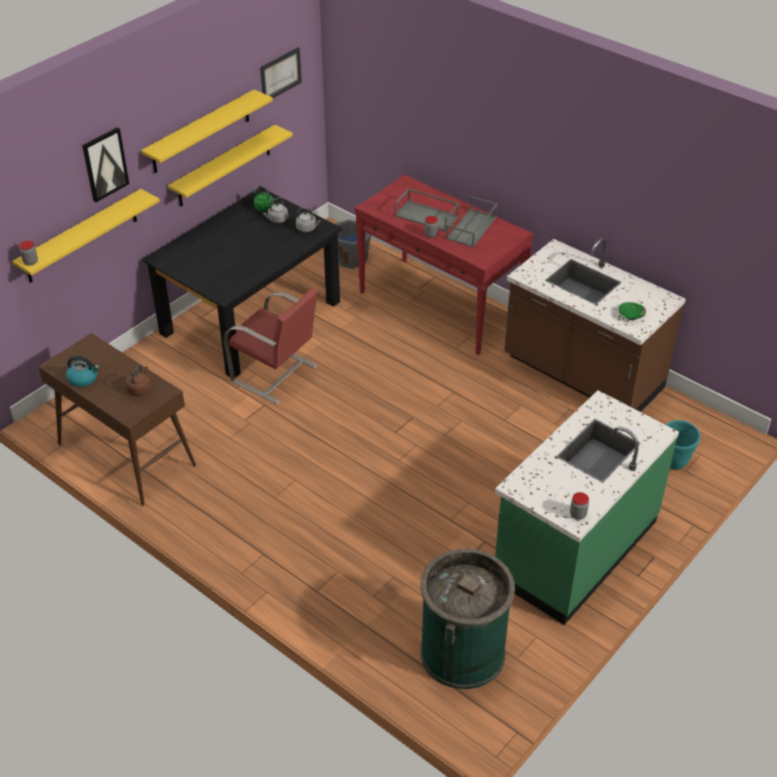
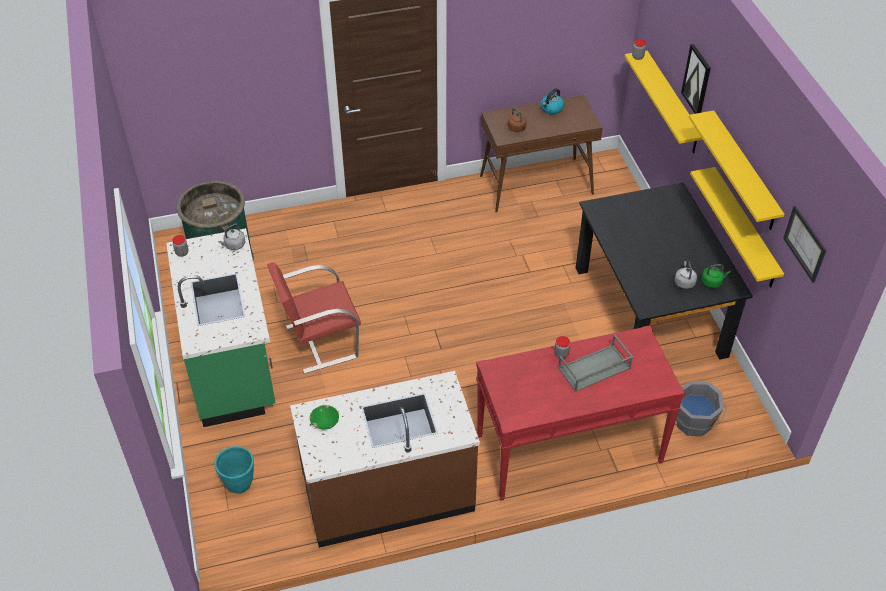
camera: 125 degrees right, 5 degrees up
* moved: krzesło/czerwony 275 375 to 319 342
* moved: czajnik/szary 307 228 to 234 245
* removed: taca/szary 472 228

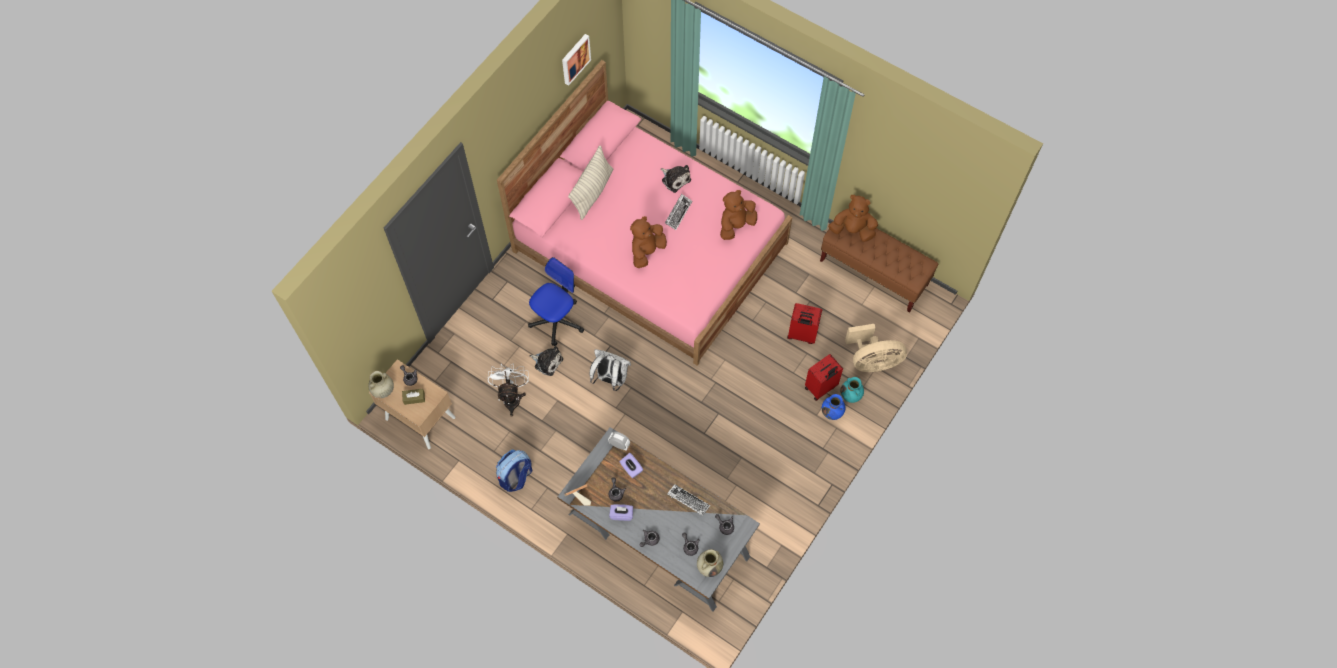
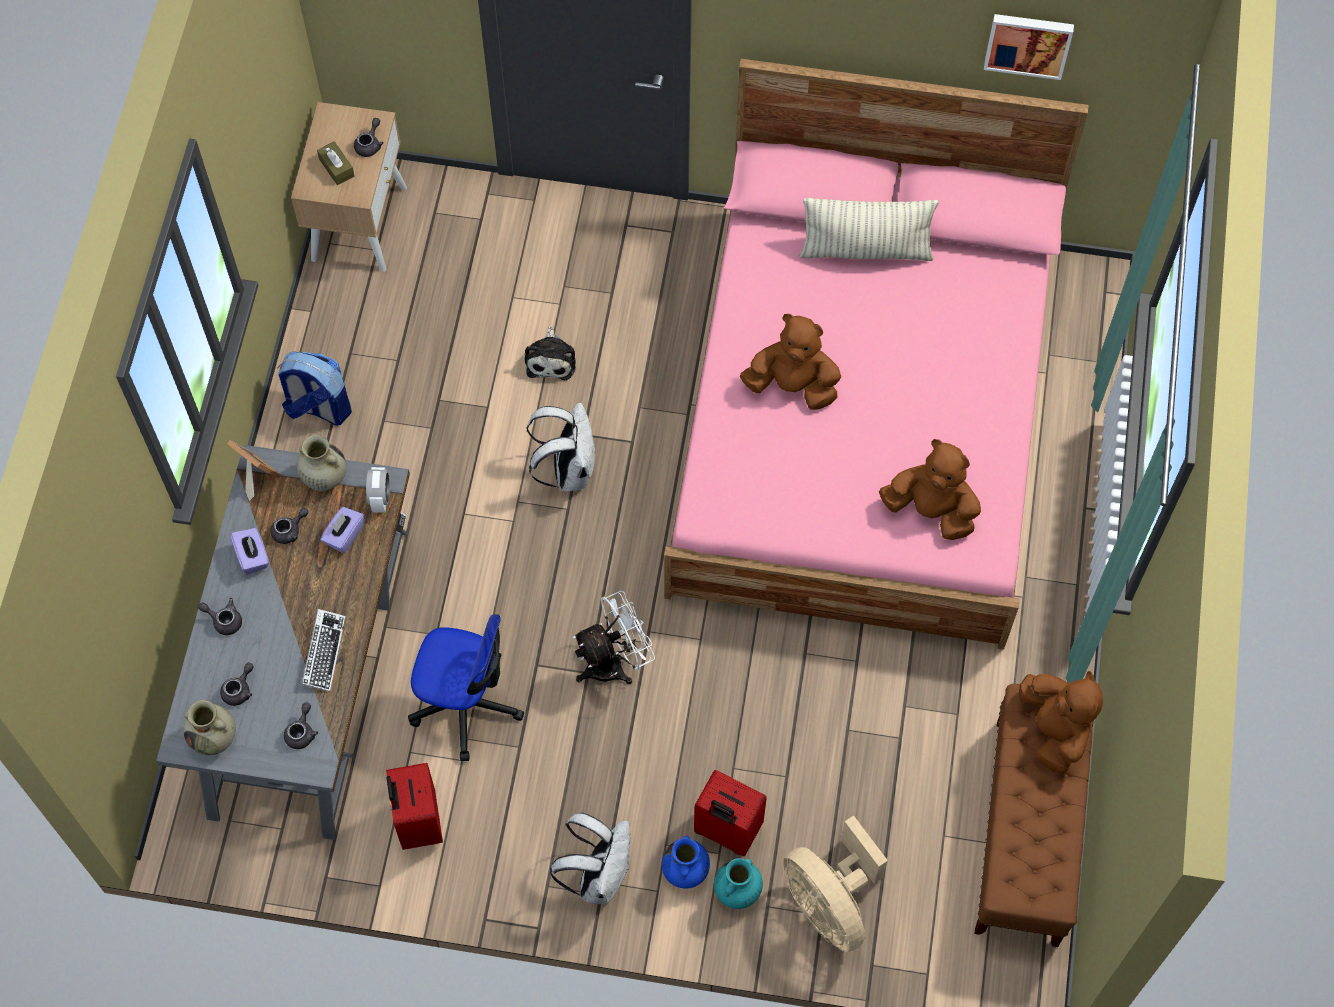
camera: 65 degrees right, 0 degrees up
* moved: wazon/beżowy 383 391 to 324 477
* moved: wentylator/biały 511 397 to 614 662
* moved: krzesło biurowe 556 320 to 466 703
* removed: pluszak 675 179
* removed: klawiatura 678 213
* moved: walizka/czerwony 801 335 to 417 822
* added: plecak/biały 599 875

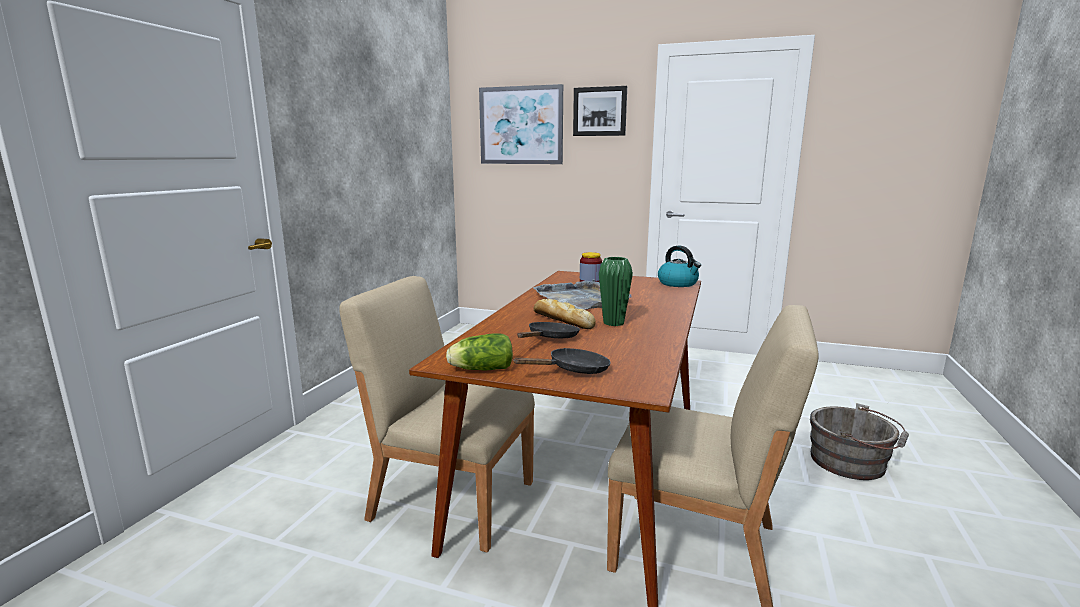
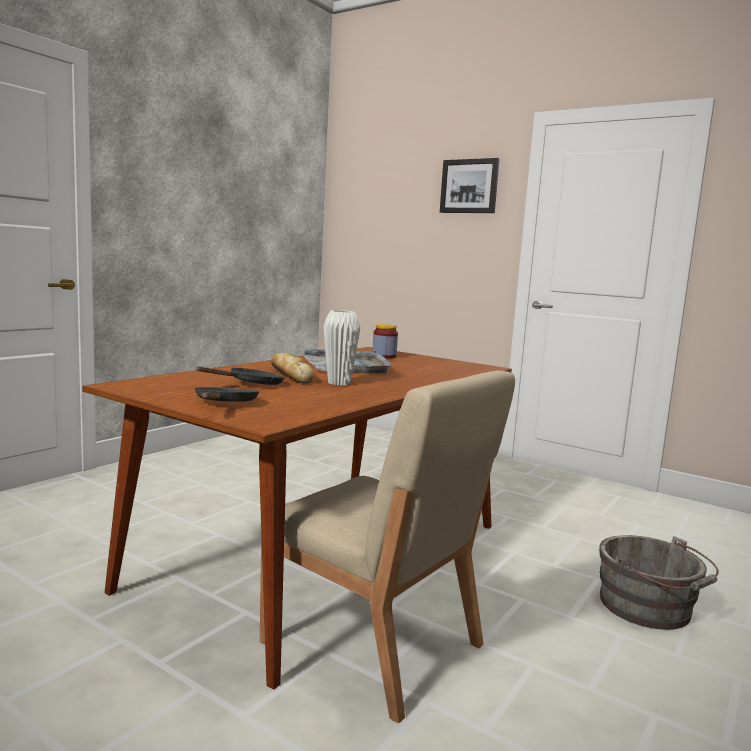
camera: 15 degrees right, 5 degrees down
* removed: krzesło/beżowy 451 499
* removed: sałata 480 369
* removed: obraz 521 125
* turned: patelnia/czarny 573 370 = 224 404 75 degrees counterclockwise
* recoloured: wazon/zielony 613 323 to wazon/biały 339 383
* removed: czajnik 678 283

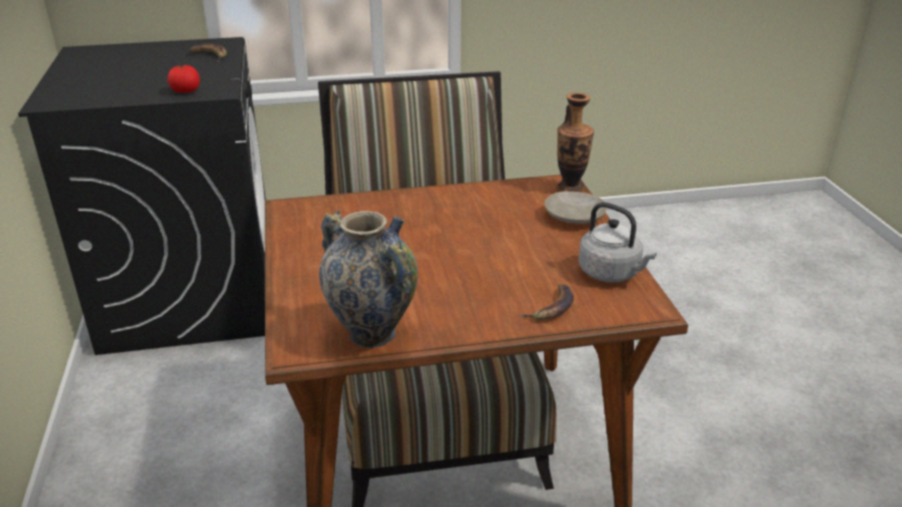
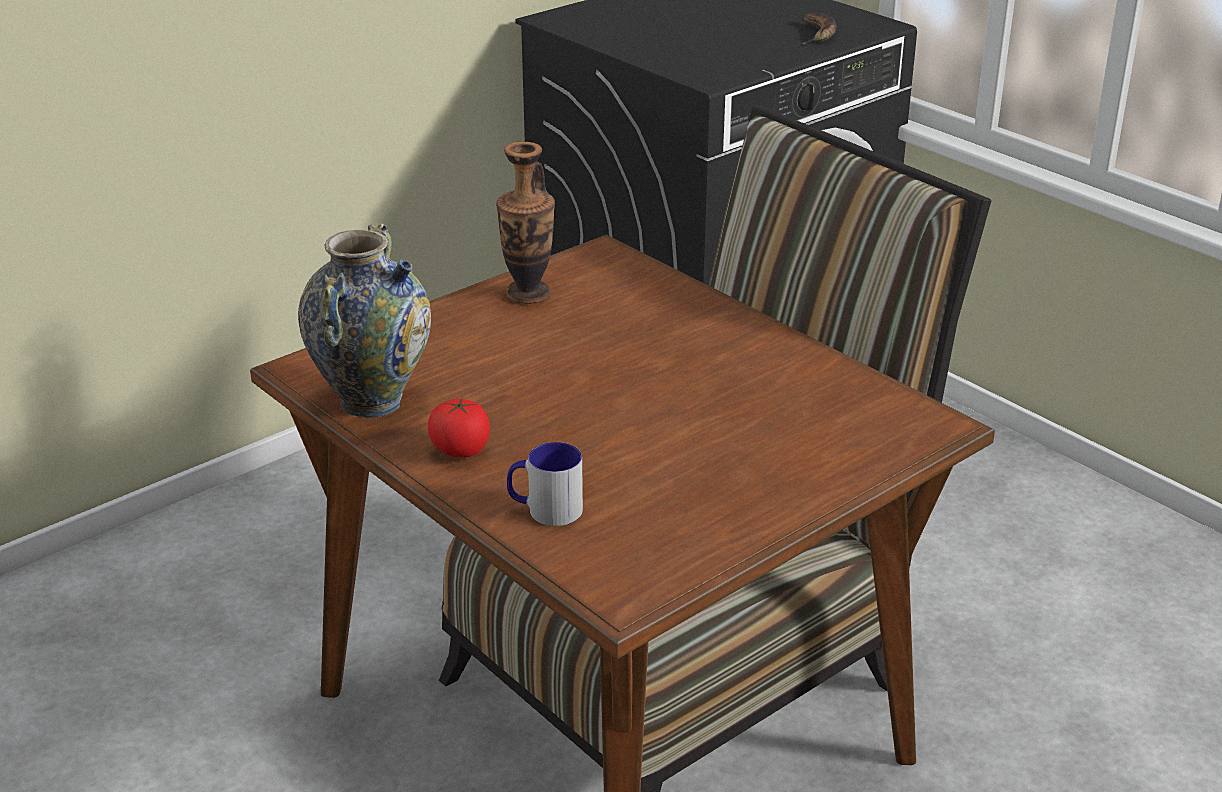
camera: 60 degrees right, 0 degrees up
* moved: pomidor 185 91 to 460 450
* replaced: banan 552 307 to kubek 545 510
* removed: talerz/beżowy 575 216
* moved: wazon 570 188 to 528 294
* removed: czajnik/szary 611 273

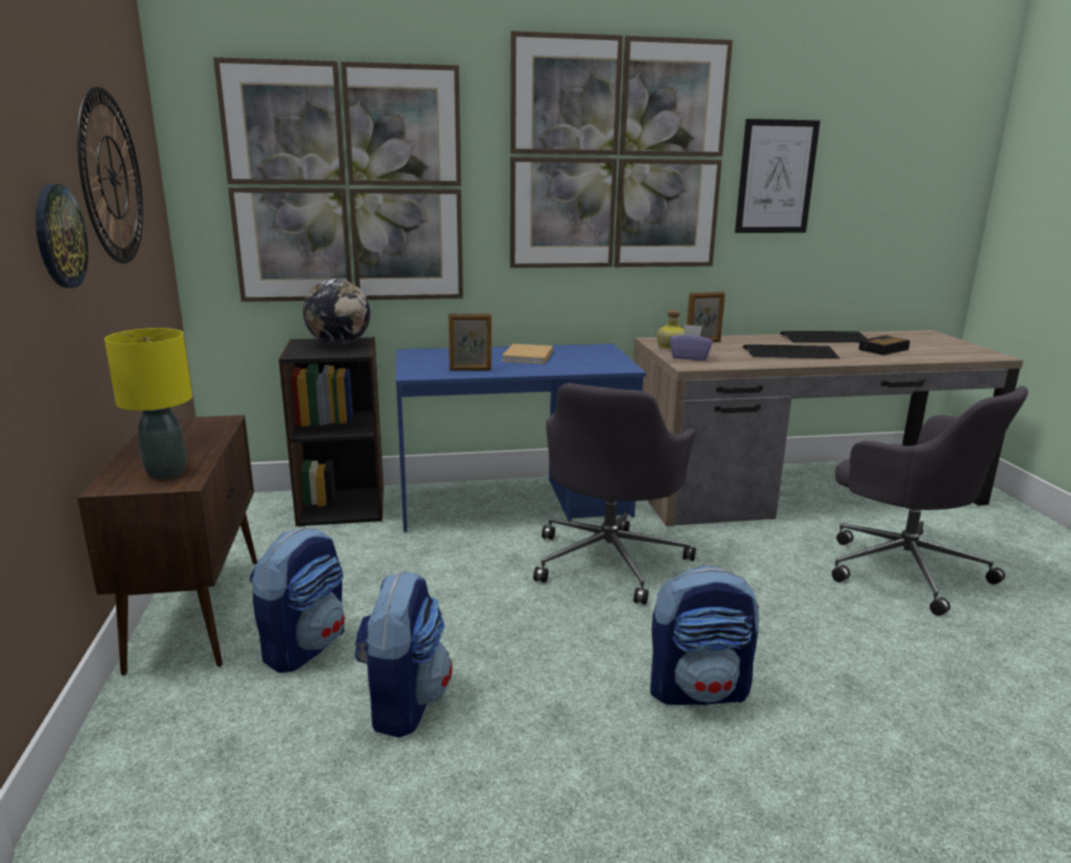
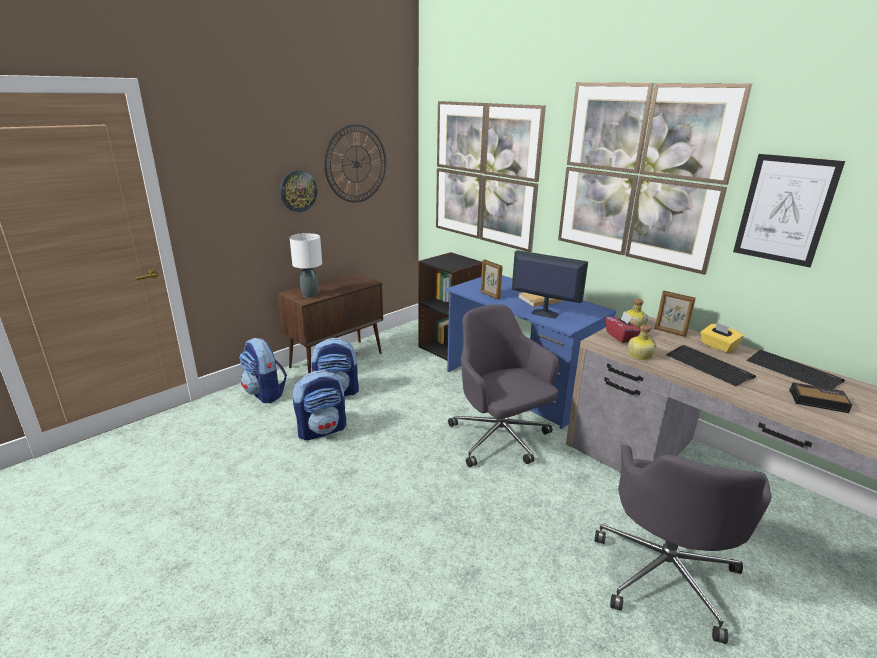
camera: 55 degrees right, 5 degrees up
* recoloured: lampa stołowa/żółty 165 473 to lampa stołowa/biały 310 295
* removed: globus 339 344
* turned: krzesło biurowe/szary 610 560 = 500 439 75 degrees clockwise
* moved: plecak 699 690 to 265 393
* recoloured: pudełko chusteczek/fioletowy 690 357 to pudełko chusteczek/czerwony 621 337
* added: monitor 544 313
* added: butelka 639 354
* added: pudełko chusteczek/żółty 717 347

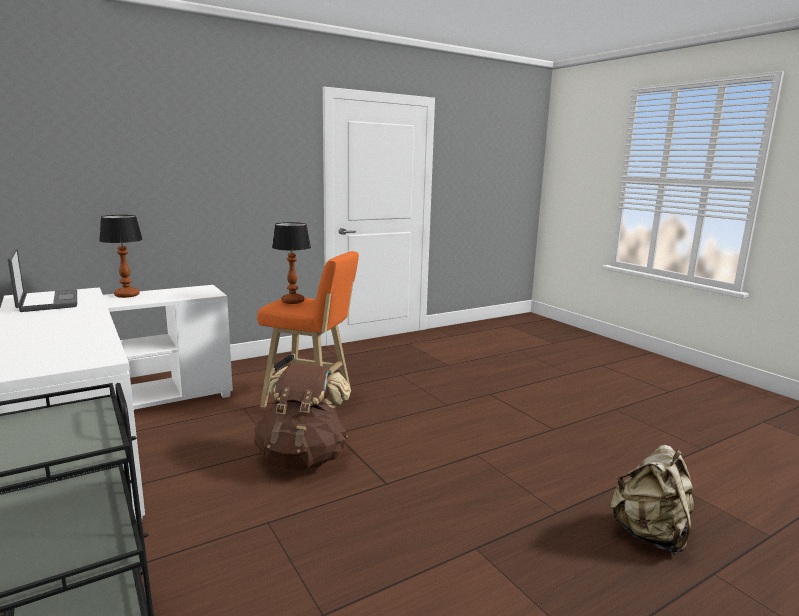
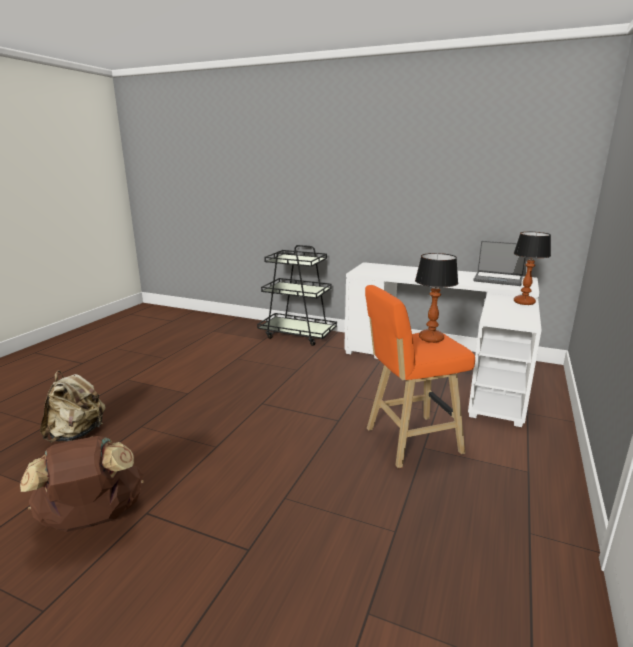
camera: 145 degrees right, 5 degrees up
* moved: plecak/brązowy 303 458 to 93 519

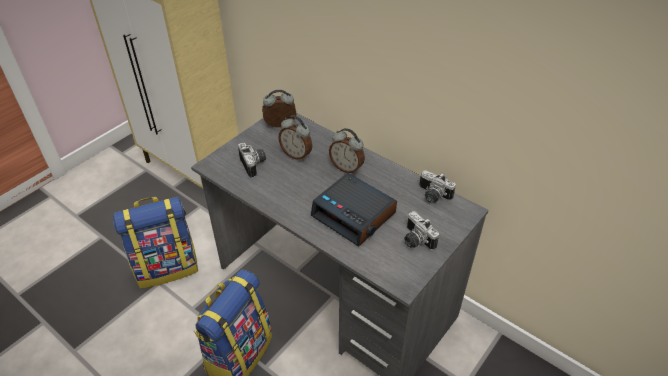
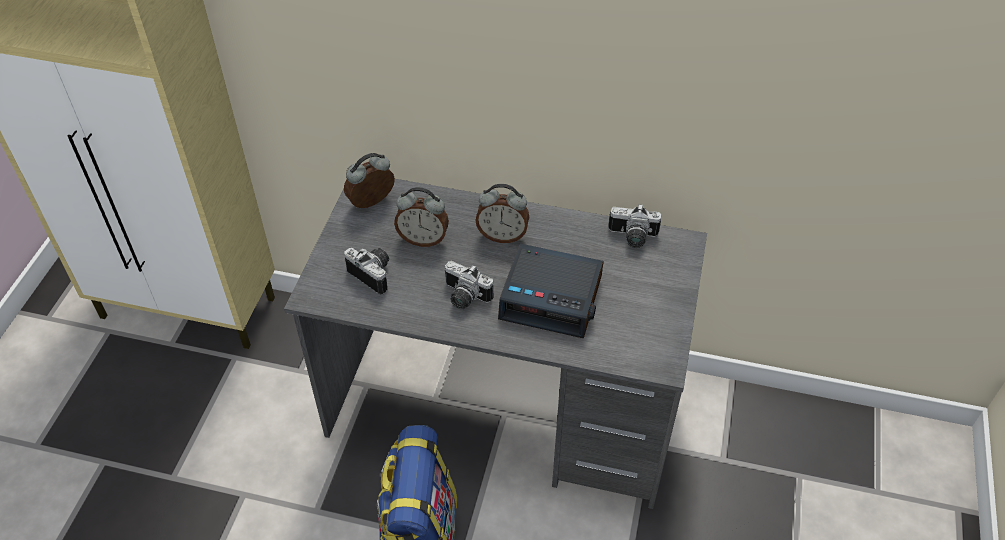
camera: 25 degrees left, 5 degrees up
* removed: plecak 167 267
* moved: aparat fotograficzny 415 240 to 464 297

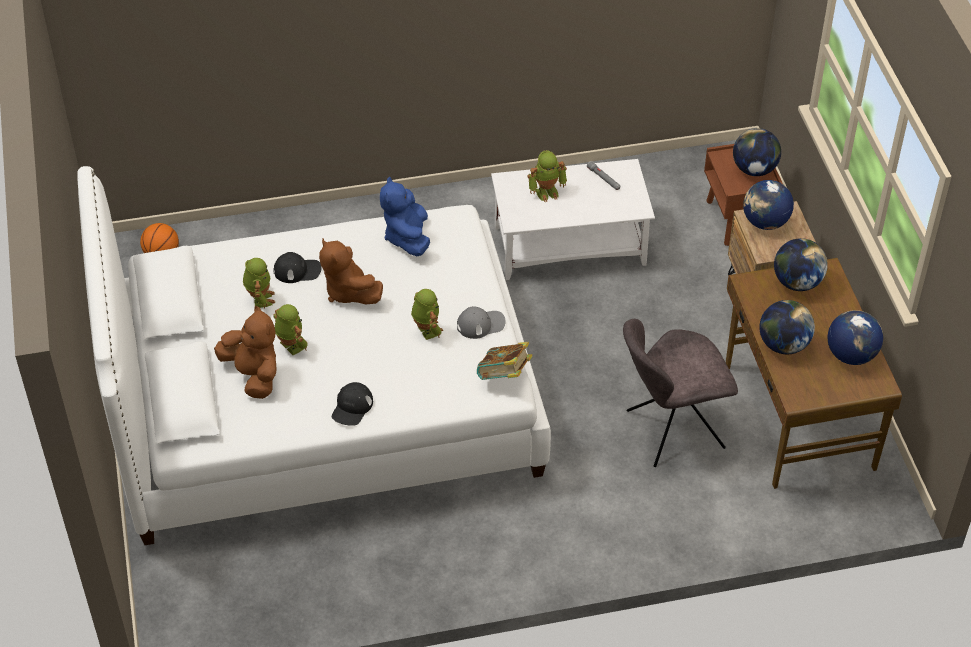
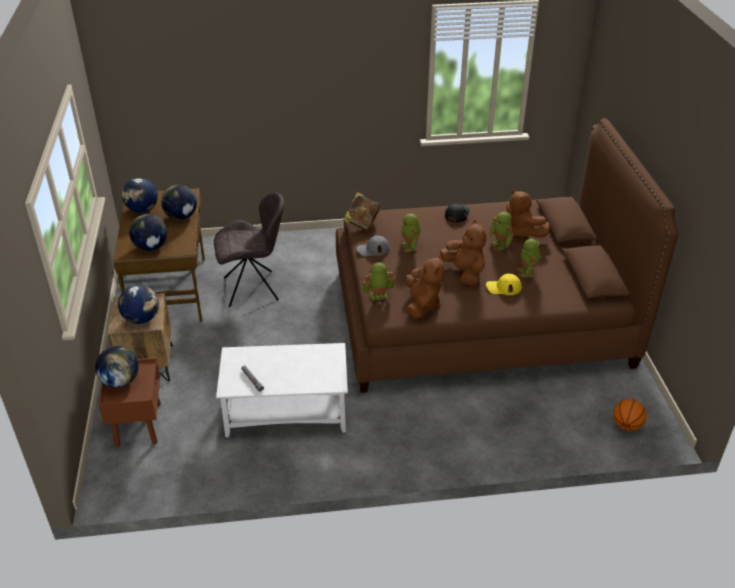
camera: 175 degrees left, 10 degrees down
* recoloured: łóżko/biały 322 402 to łóżko/brązowy 479 315
* recoloured: czapka z daszkiem/czarny 297 270 to czapka z daszkiem/żółty 503 287
* recoloured: pluszak/niebieski 407 237 to pluszak/brązowy 422 305
* moved: robot zabawkowy 546 191 to 378 297

